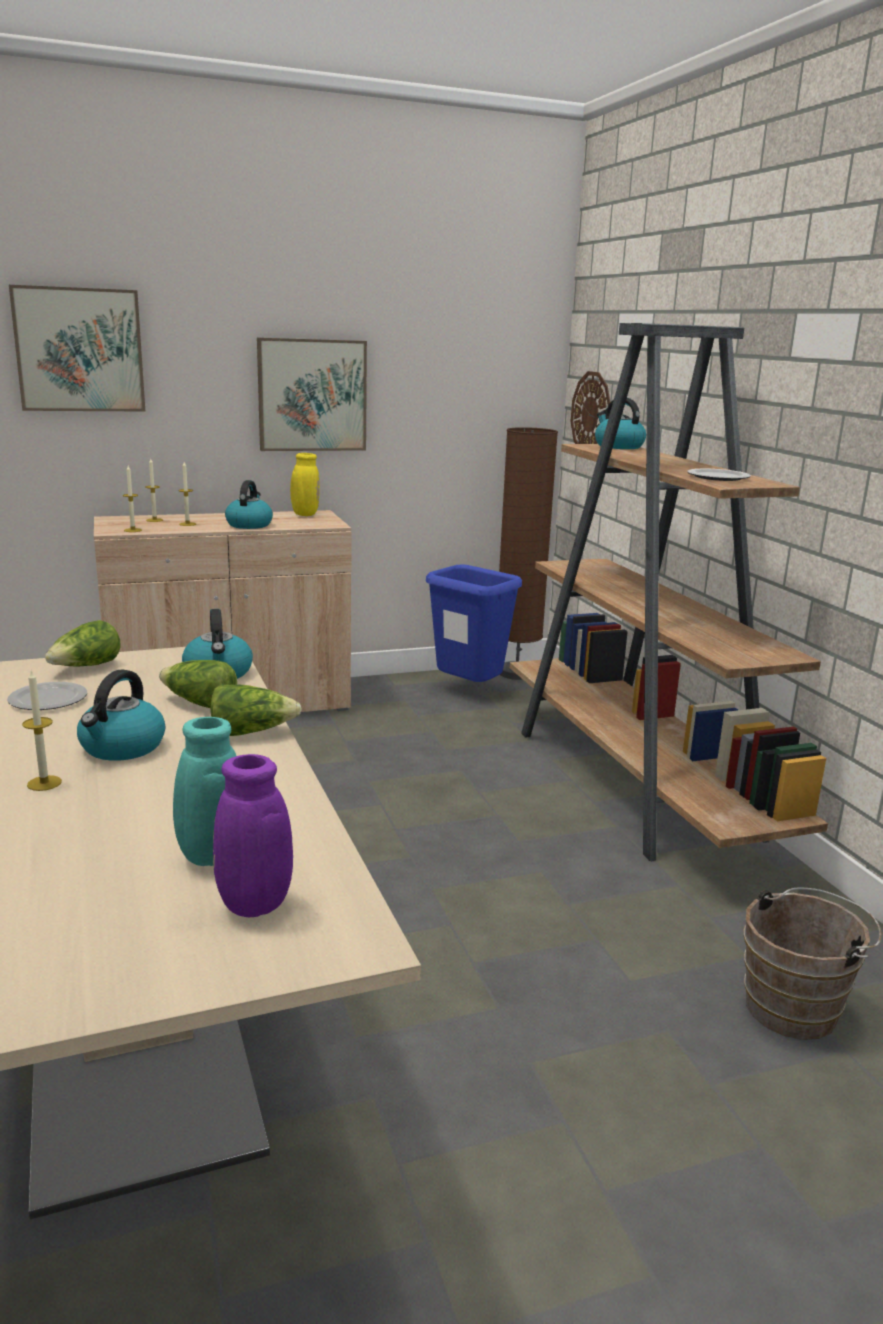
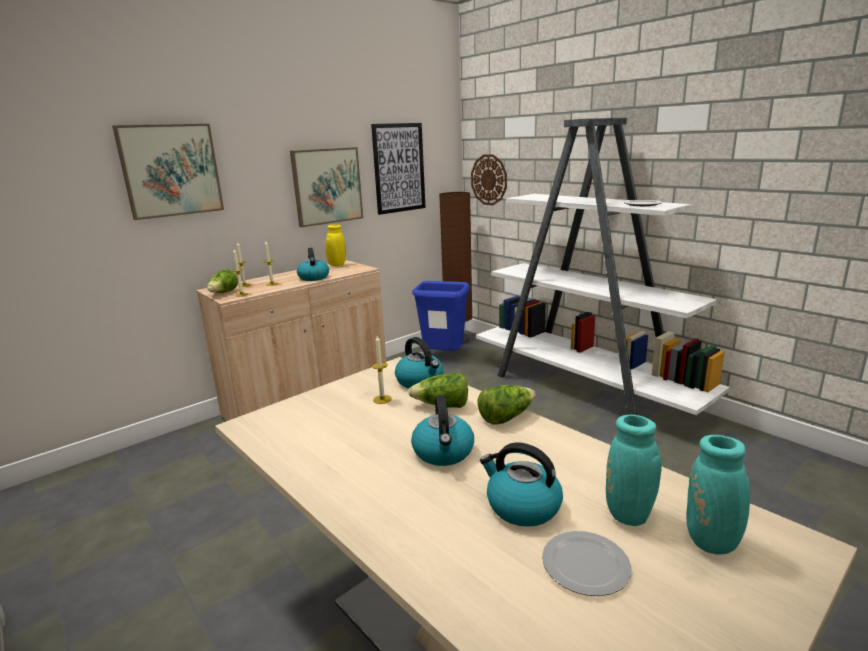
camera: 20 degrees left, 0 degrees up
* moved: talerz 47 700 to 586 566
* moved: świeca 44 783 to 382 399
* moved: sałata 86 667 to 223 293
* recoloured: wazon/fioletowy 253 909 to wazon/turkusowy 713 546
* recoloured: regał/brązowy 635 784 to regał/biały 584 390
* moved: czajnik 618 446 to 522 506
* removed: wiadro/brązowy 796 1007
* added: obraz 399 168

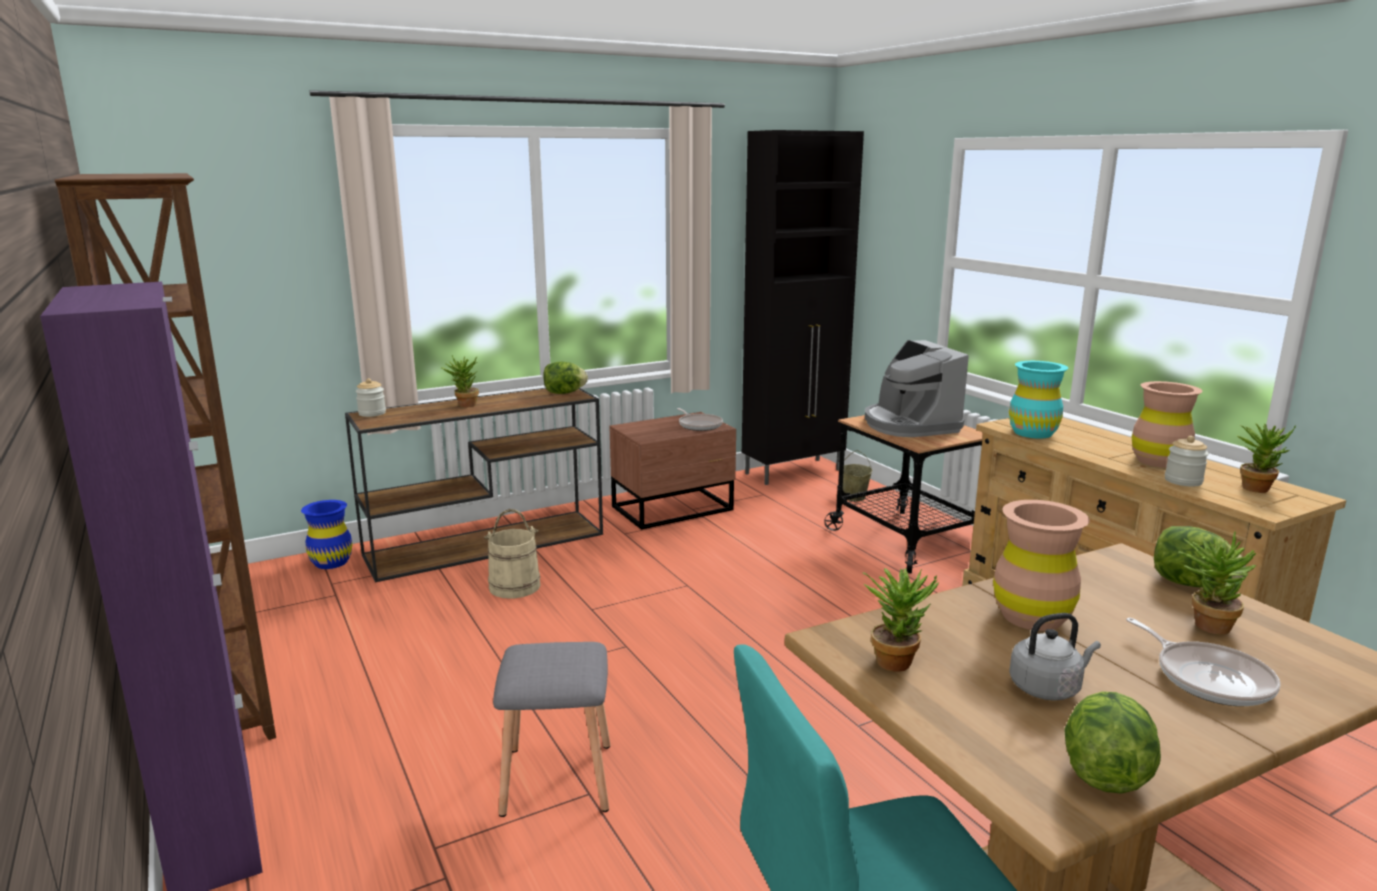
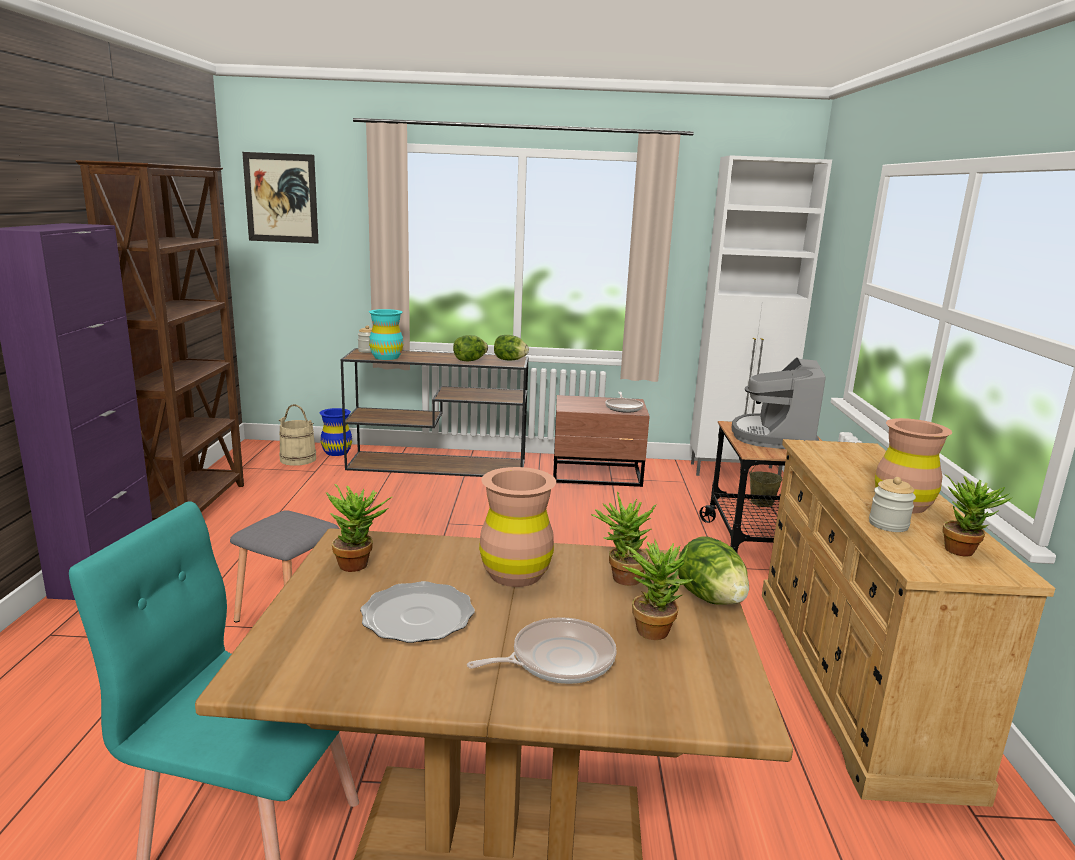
camera: 30 degrees right, 0 degrees up
* moved: roślina doniczkowa 464 405 to 620 578
* moved: wiadro/beżowy 514 586 to 298 459
* recoloured: szafka/czarny 794 471 to szafka/biały 736 471
* moved: wazon/turkusowy 1033 433 to 386 357
* replaced: czajnik/szary 1047 688 to talerz 418 616
* moved: sałata 1105 773 to 470 360
* turned: patelnia 1209 678 = 557 659 120 degrees counterclockwise
* added: obraz 281 198

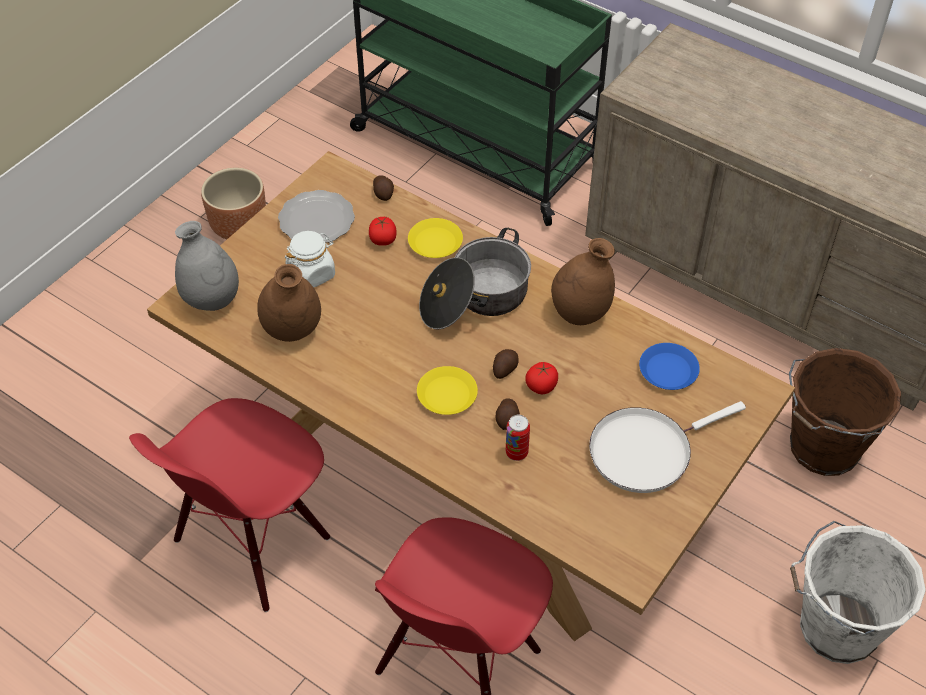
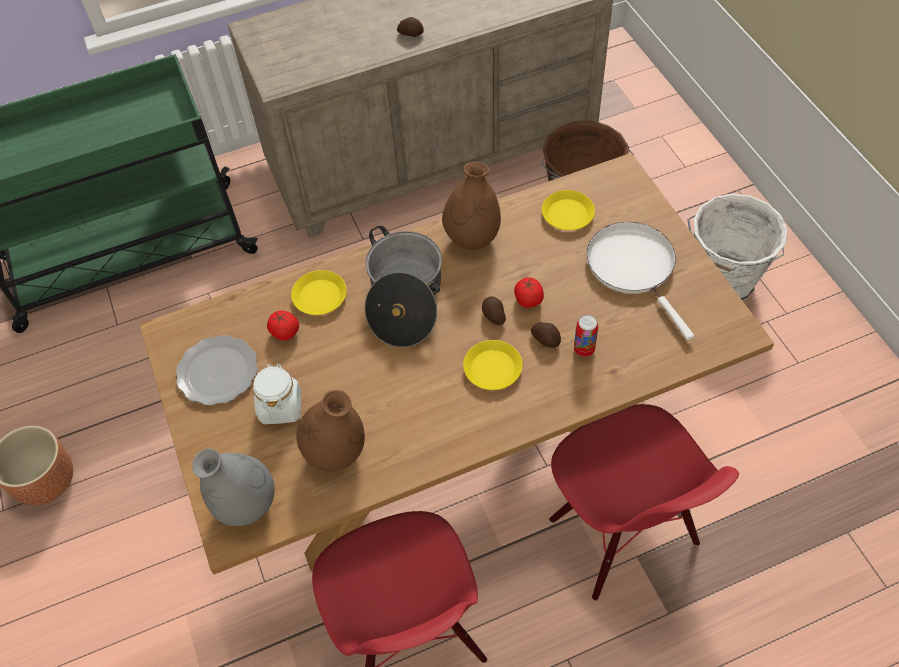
camera: 55 degrees left, 5 degrees up
* moved: ziemniak 383 193 to 411 33
* turned: patelnia/biały 645 451 = 634 267 150 degrees clockwise
* recoloured: talerz/niebieski 668 371 to talerz/żółty 568 214

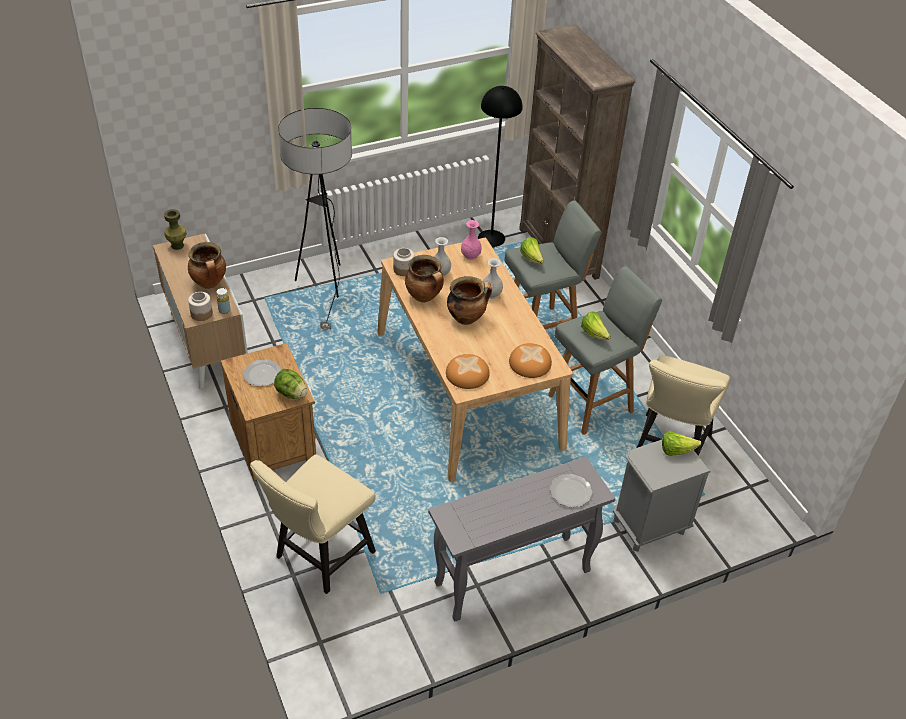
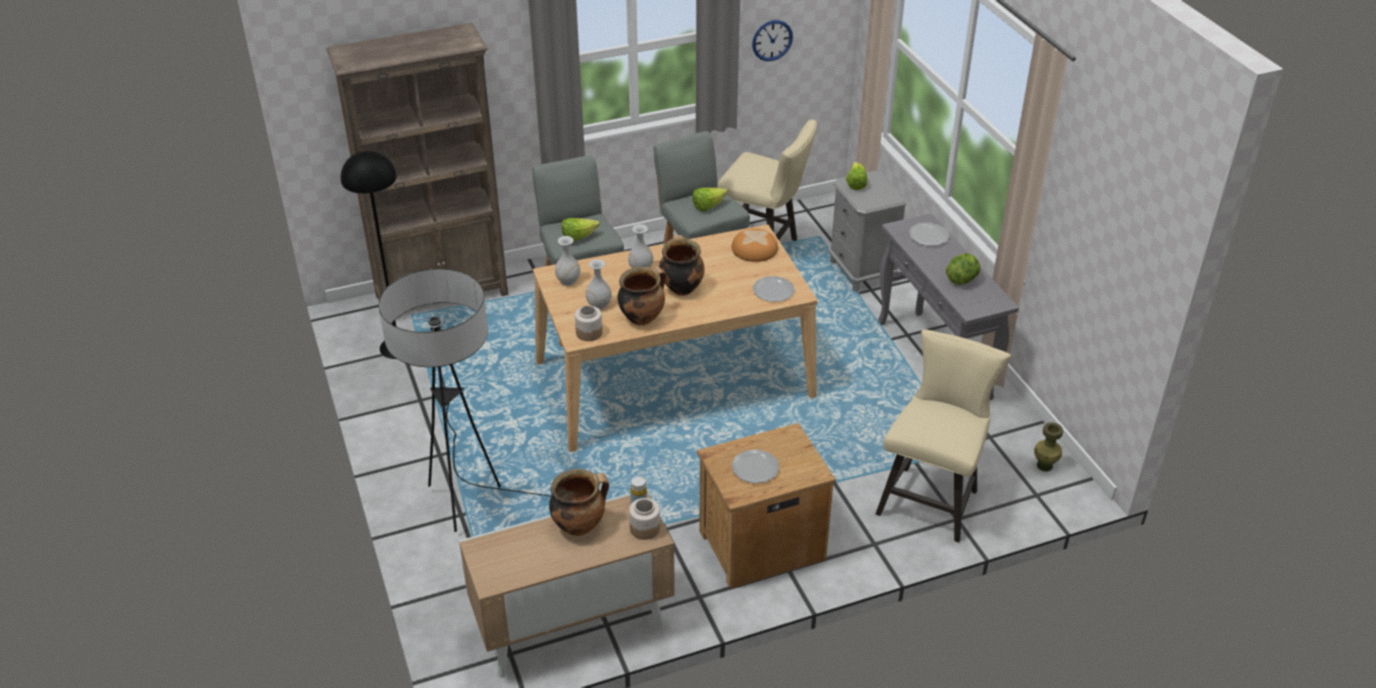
camera: 85 degrees left, 5 degrees down
* moved: wazon/zielony 177 245 to 1044 465
* turned: krzesło/beżowy 319 558 = 931 498 105 degrees counterclockwise
* moved: sałata 291 393 to 962 279
* replaced: chleb 467 374 to talerz 773 290
* recoloured: wazon/różowy 470 256 to wazon/biały 568 281
* added: zegar ścienny 772 40

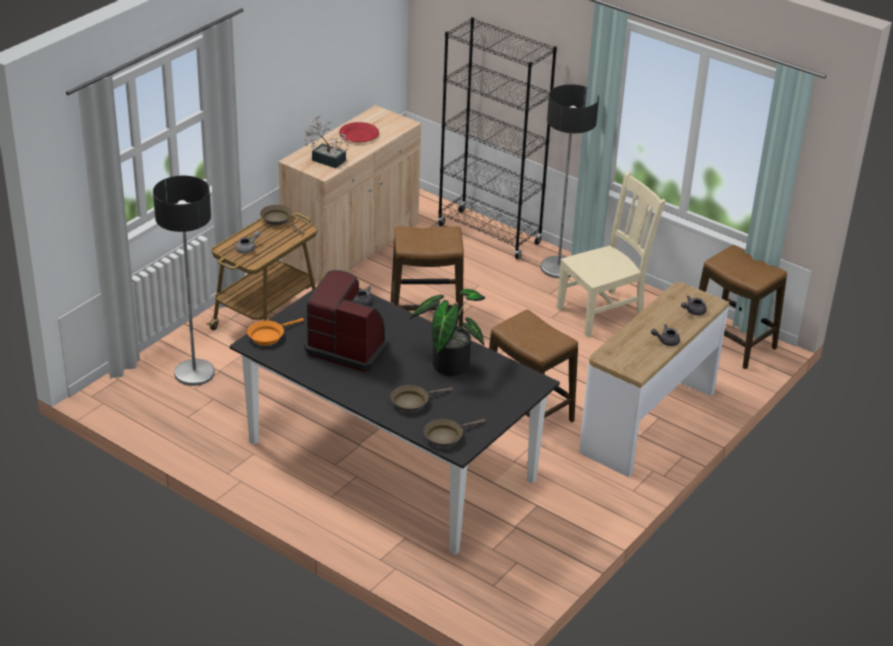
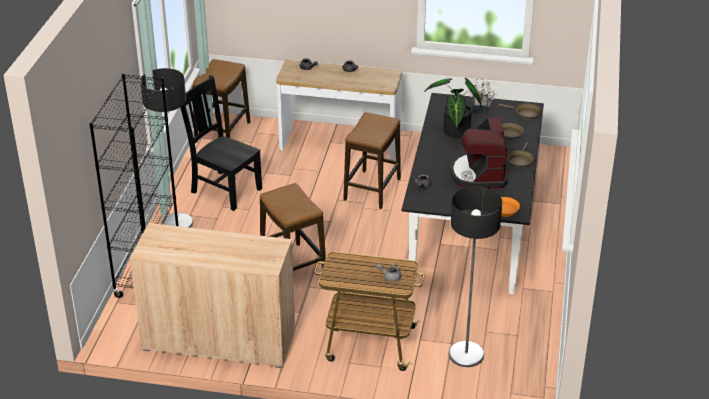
camera: 115 degrees left, 0 degrees up
* moved: patelnia/brązowy 278 220 to 520 161
* moved: roślina doniczkowa 325 159 to 480 109
* removed: talerz/czerwony 359 135
* recoloured: krzesło/beżowy 603 312 to krzesło/czarny 224 189

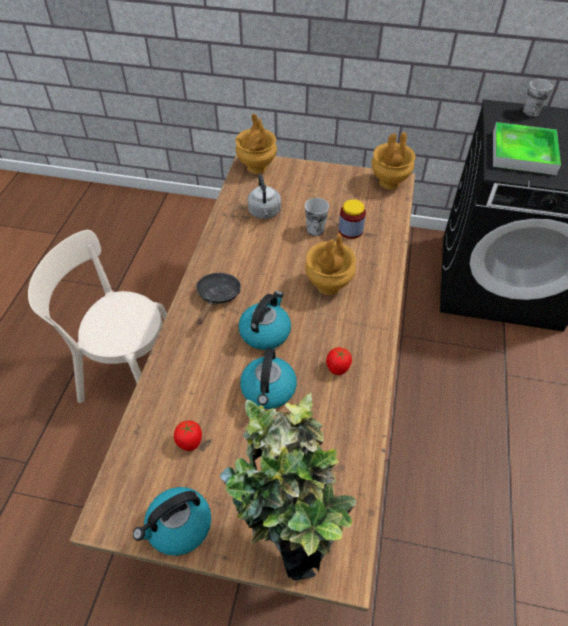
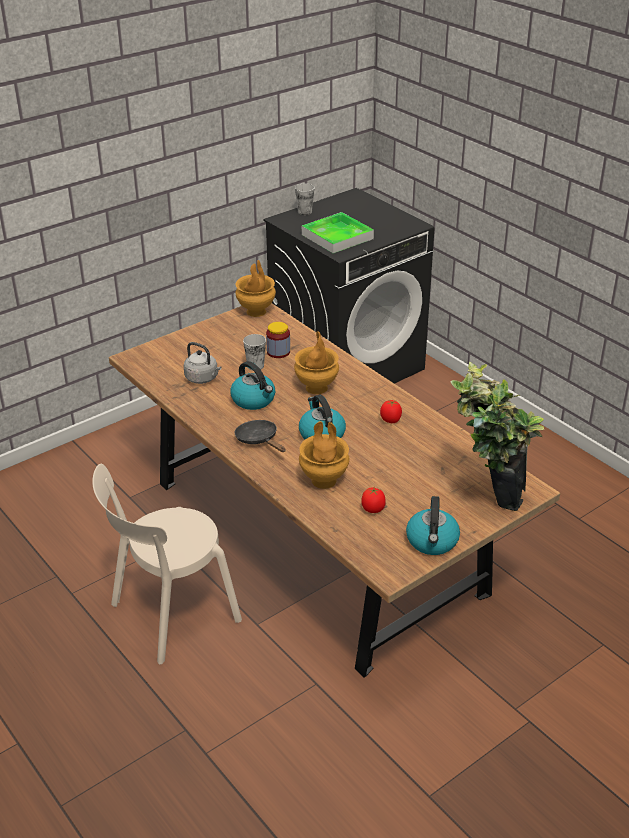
camera: 50 degrees left, 15 degrees down
* moved: wazon/brązowy 257 167 to 324 480
* moved: czajnik 268 390 to 254 400

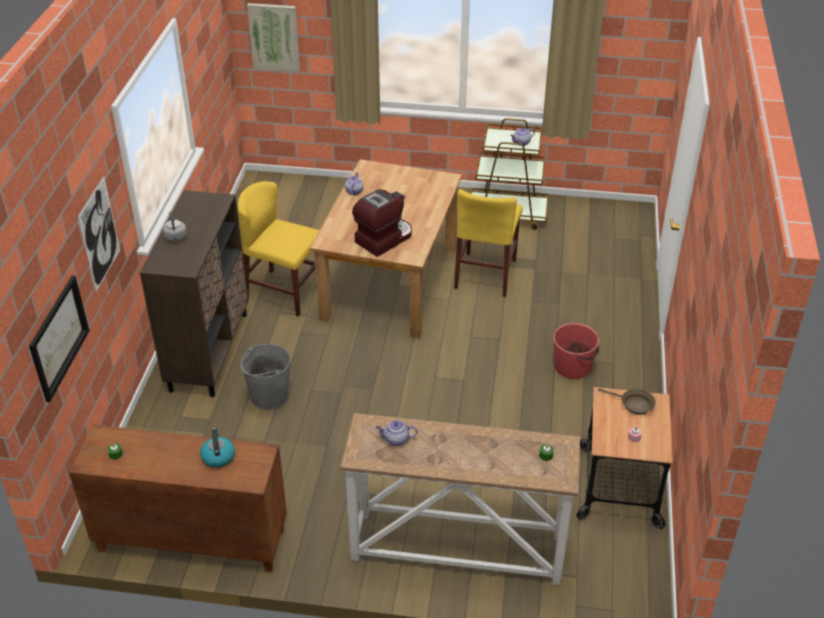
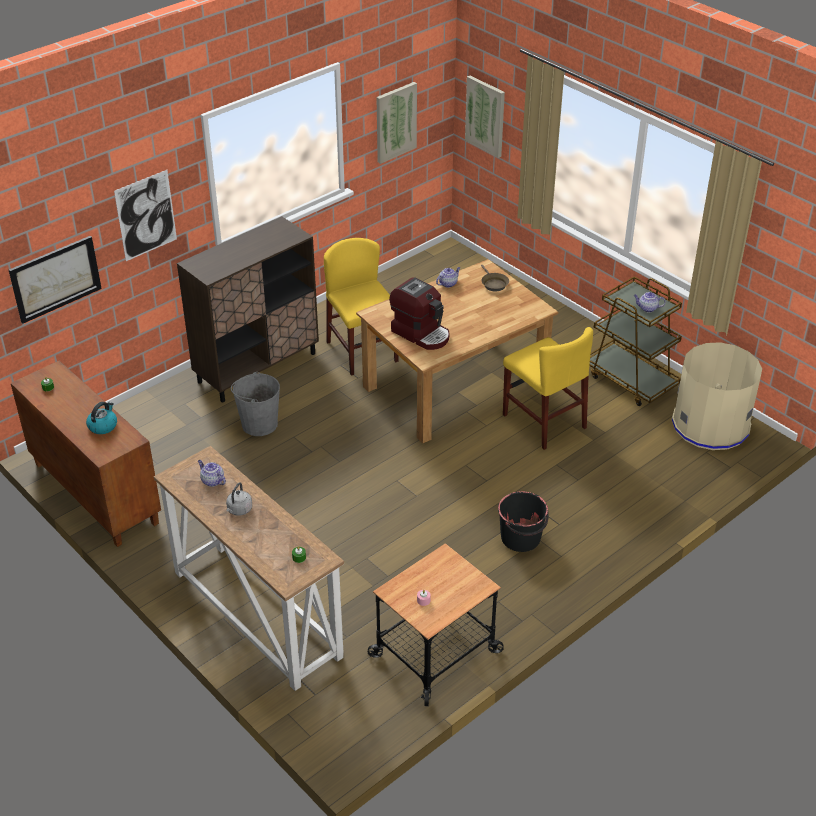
camera: 40 degrees right, 0 degrees up
* moved: czajnik/szary 176 237 to 239 510
* turned: ekspres do kawy 384 239 = 421 333 45 degrees clockwise
* turned: krzesło/żółty 485 274 = 544 421 90 degrees counterclockwise
* recoloured: wiadro/czerwony 573 366 to wiadro/czarny 521 538
* moved: patelnia/brązowy 634 404 to 493 284
* added: obraz 395 122
* added: kosz na śmieci/beżowy 710 425

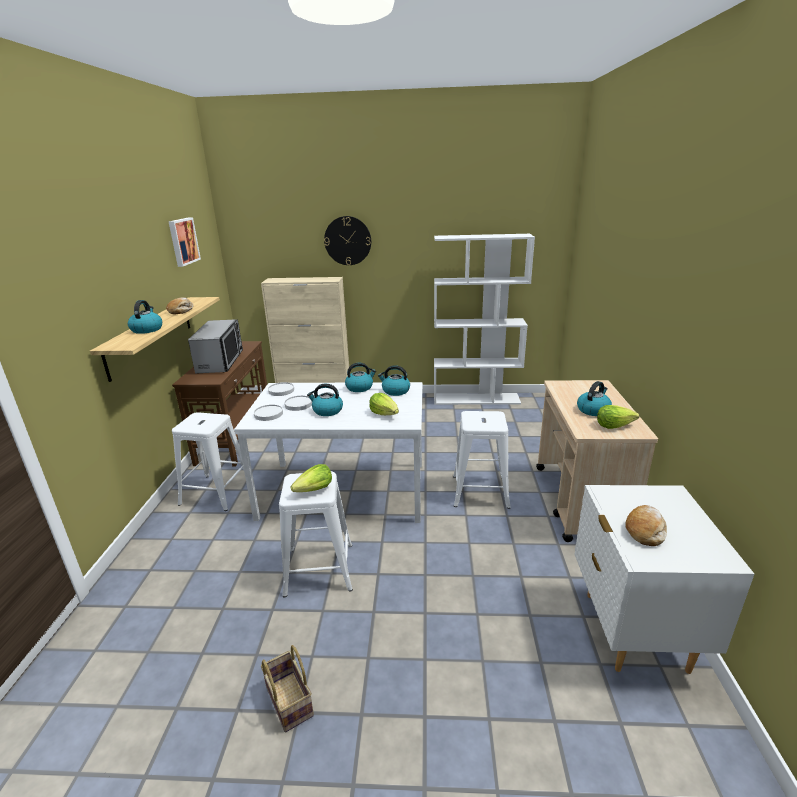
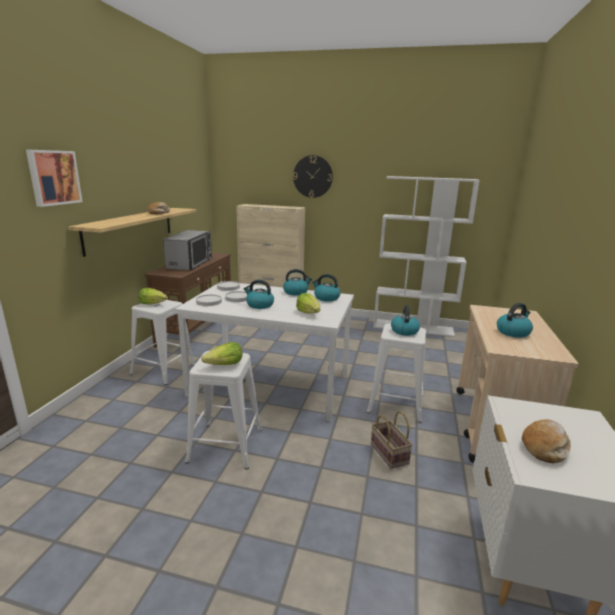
camera: 10 degrees right, 5 degrees down
* moved: czajnik 147 329 to 404 331
* moved: obraz 182 241 to 53 177
* moved: koszyk 287 700 to 388 453
* moved: sałata 614 425 to 153 303

